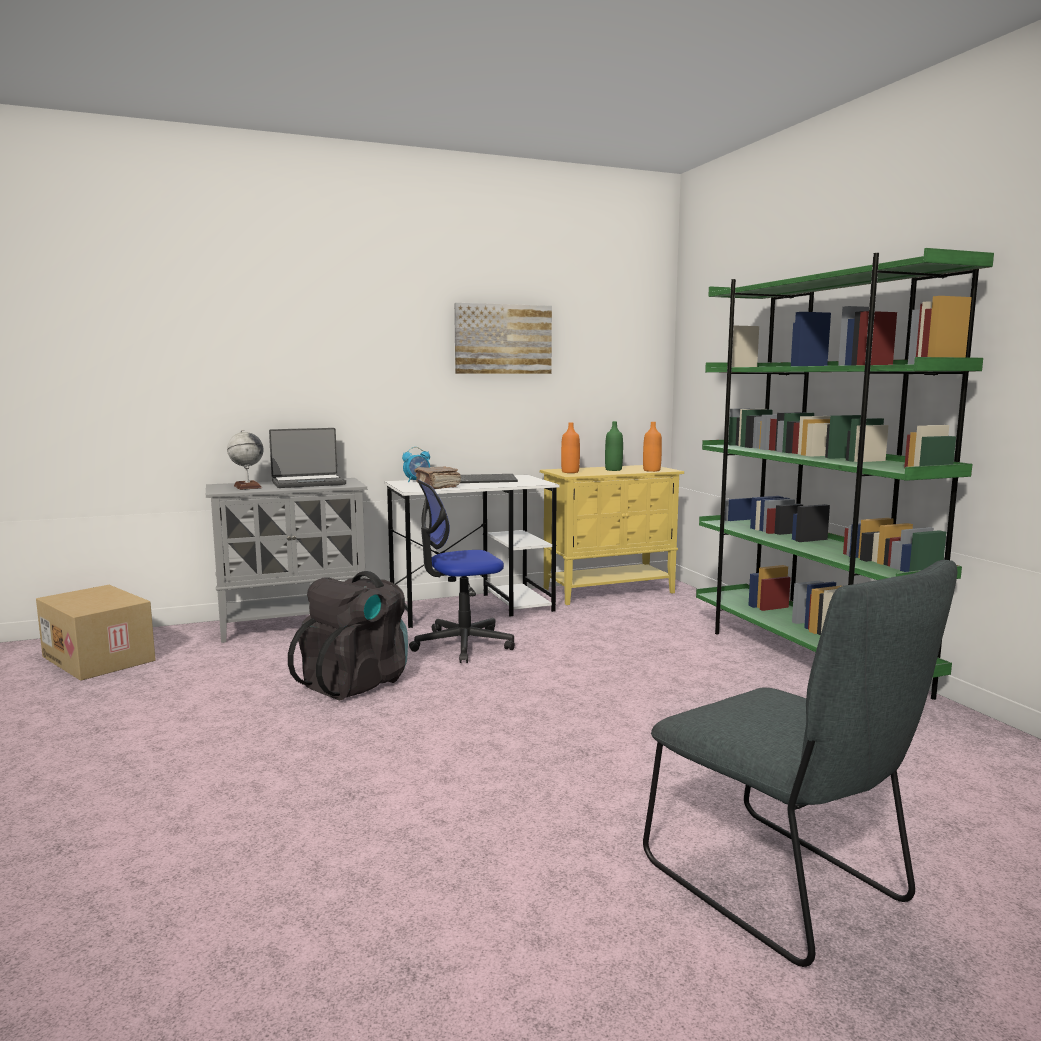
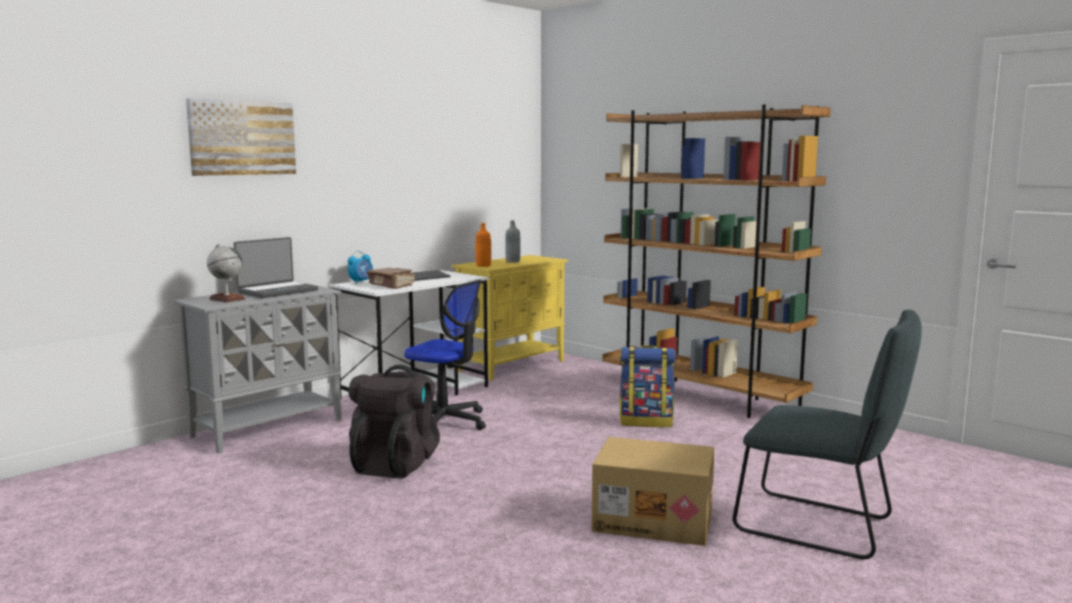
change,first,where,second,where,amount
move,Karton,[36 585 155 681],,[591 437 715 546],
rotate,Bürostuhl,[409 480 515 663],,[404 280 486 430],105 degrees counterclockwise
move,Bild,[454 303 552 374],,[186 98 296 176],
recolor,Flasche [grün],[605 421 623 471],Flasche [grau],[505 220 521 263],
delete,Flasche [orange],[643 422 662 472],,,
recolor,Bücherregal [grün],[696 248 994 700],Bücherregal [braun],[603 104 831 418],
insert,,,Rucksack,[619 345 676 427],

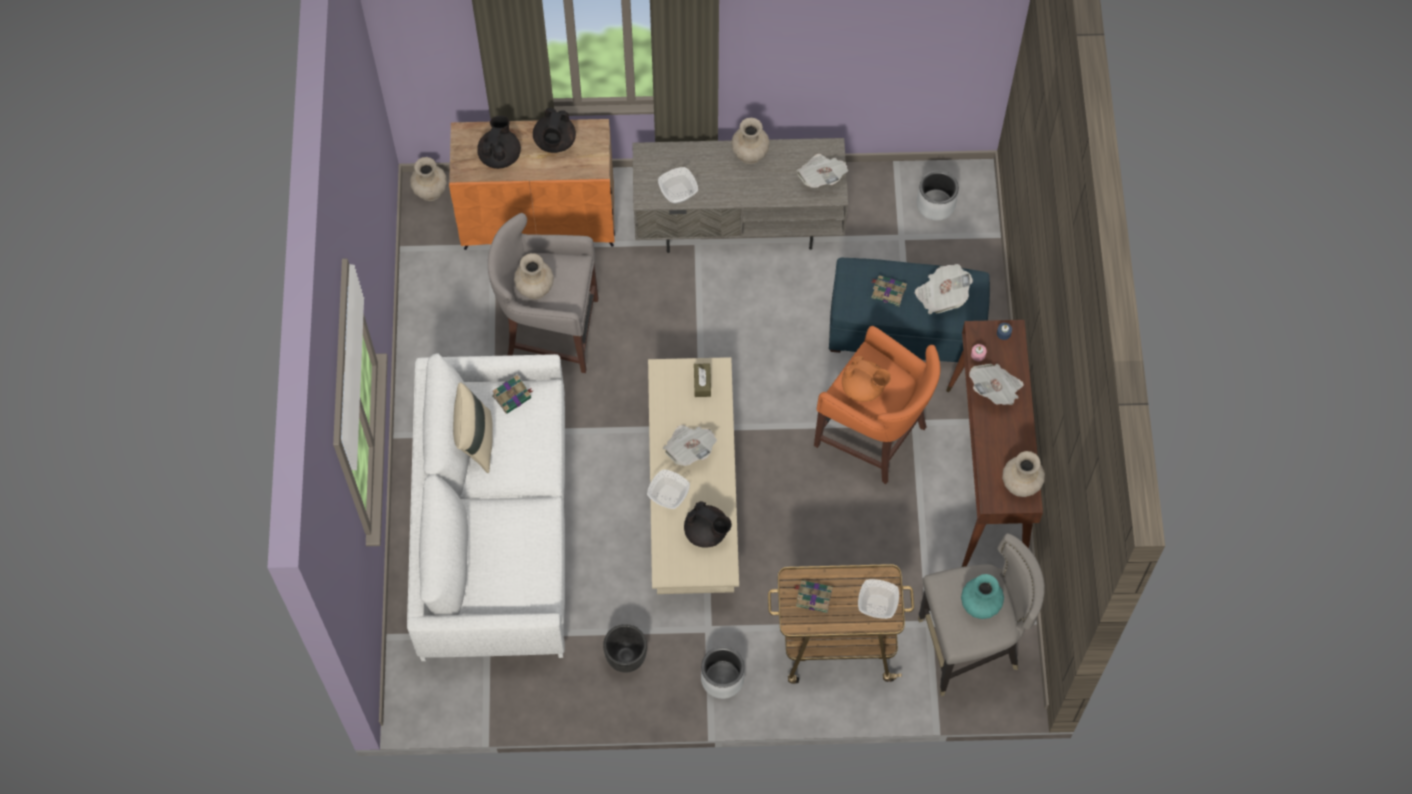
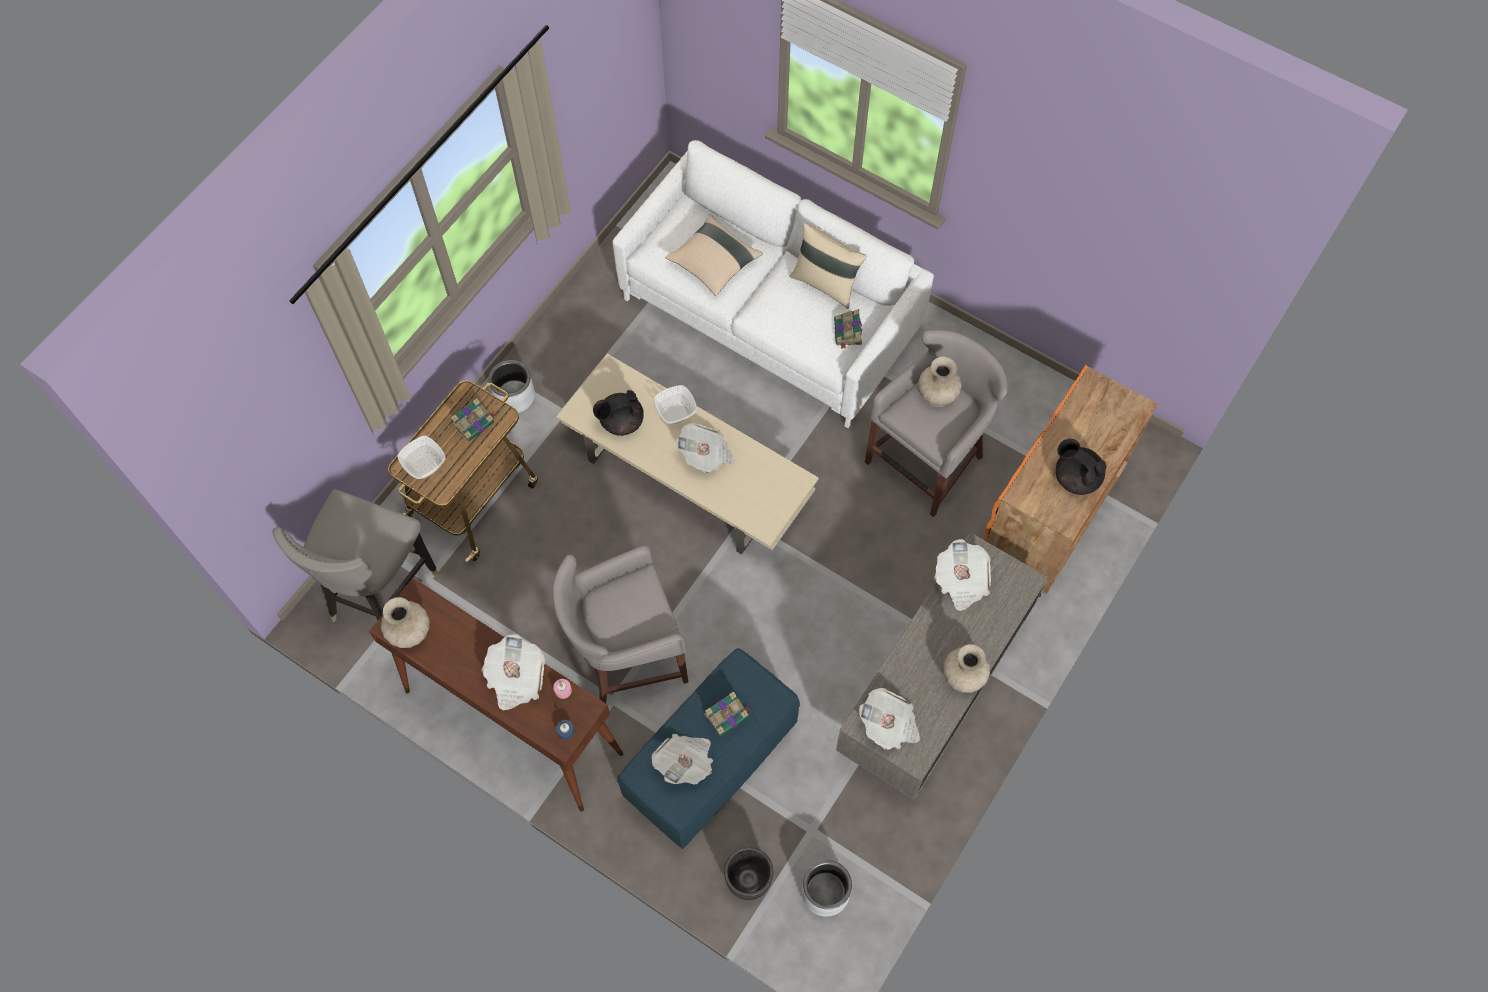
change,first,where,second,where,amount
delete,Vase [beige],[410 157 447 201],,,
delete,Teekanne [schwarz],[477 116 521 169],,,
move,Pflanzkübel [schwarz],[603 624 647 673],,[724 847 773 900],
replace,Schüssel,[658 167 698 204],Zeitung,[935 539 991 611],
delete,Taschentuchbox [braun],[694 363 711 397],,,
recolor,Hocker [orange],[814 326 940 485],Hocker [grau],[552 545 688 703],
delete,Teekanne [orange],[842 356 891 402],,,
delete,Vase [türkis],[961 574 1004 619],,,
insert,,,Kissen [beige],[665 215 763 296],

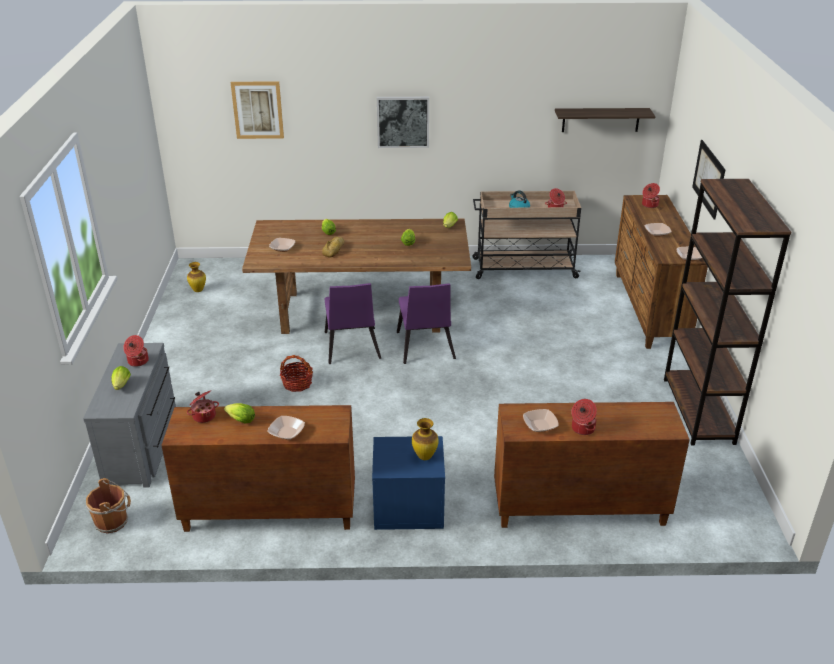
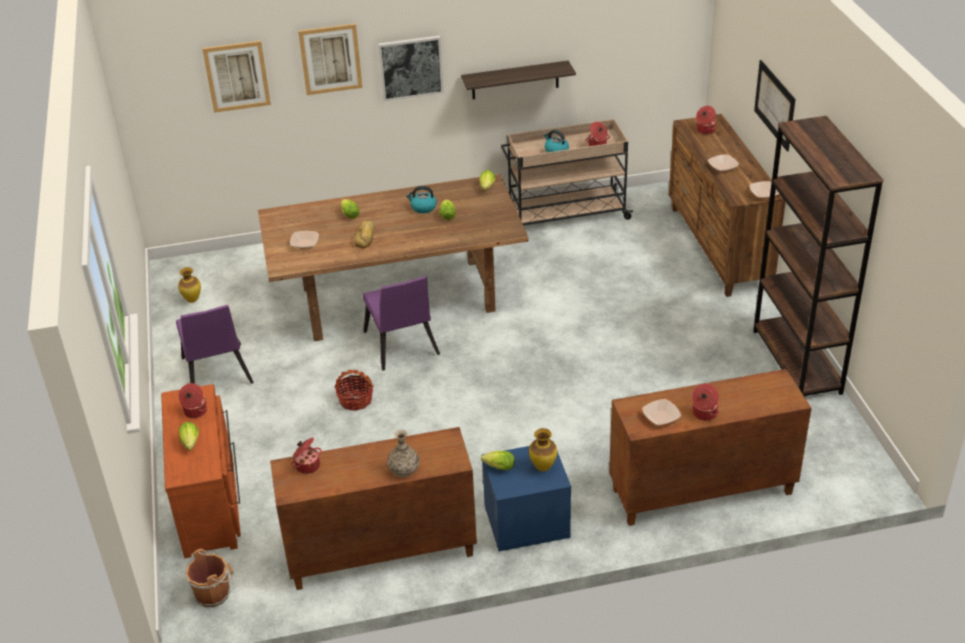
change,first,where,second,where,amount
recolor,Kommode [grau],[83 343 176 488],Kommode [braun],[161 384 241 558],
move,Salatkopf,[224 403 255 423],,[481 451 515 470],
replace,Schüssel,[267 416 305 440],Vase,[387 429 419 477],
move,Stuhl [lila],[397 283 456 364],,[176 305 254 384],
move,Wandregal,[555 108 655 132],,[461 61 576 99],
insert,,,Bild,[298 24 363 95],
insert,,,Wasserkessel,[406 186 437 213],

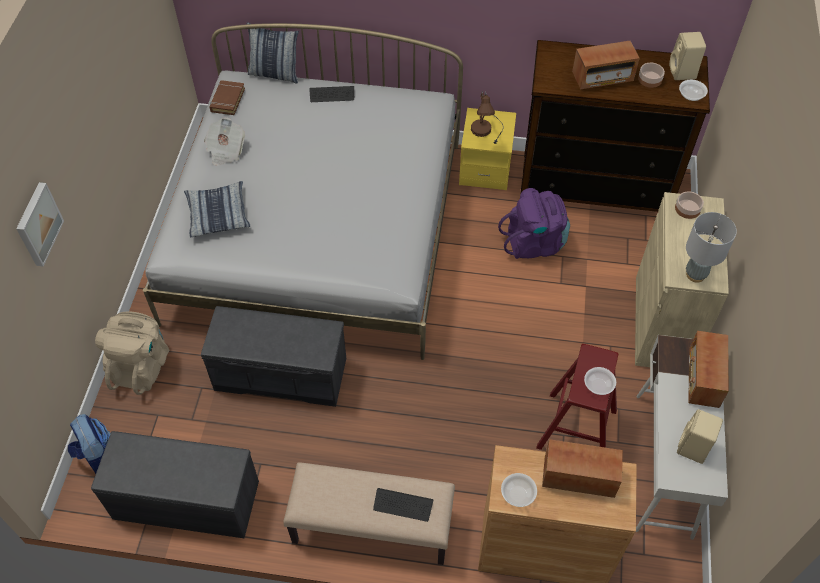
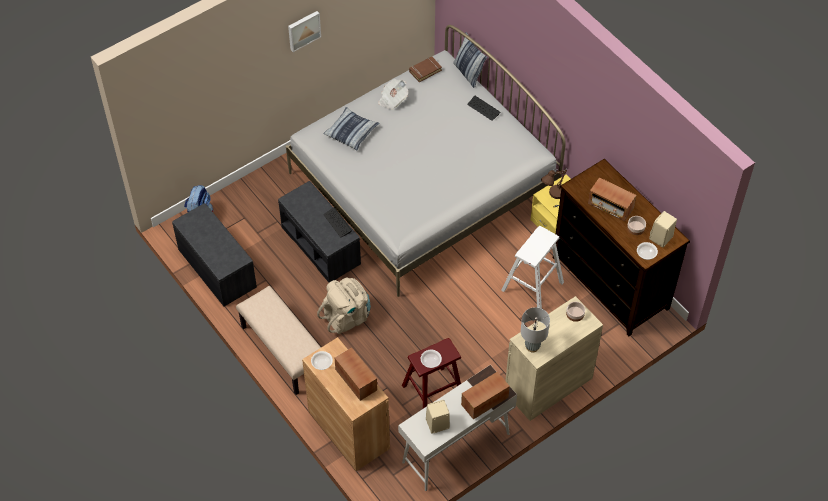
change,first,where,second,where,amount
move,Bild,[16 182 64 267],,[288 11 321 52],
move,Rucksack [beige],[95 311 170 395],,[317 277 371 334],
move,Tastatur,[373 488 433 522],,[324 207 352 237],
replace,Rucksack [lila],[498 188 570 259],Hocker [weiß],[501 226 564 309],

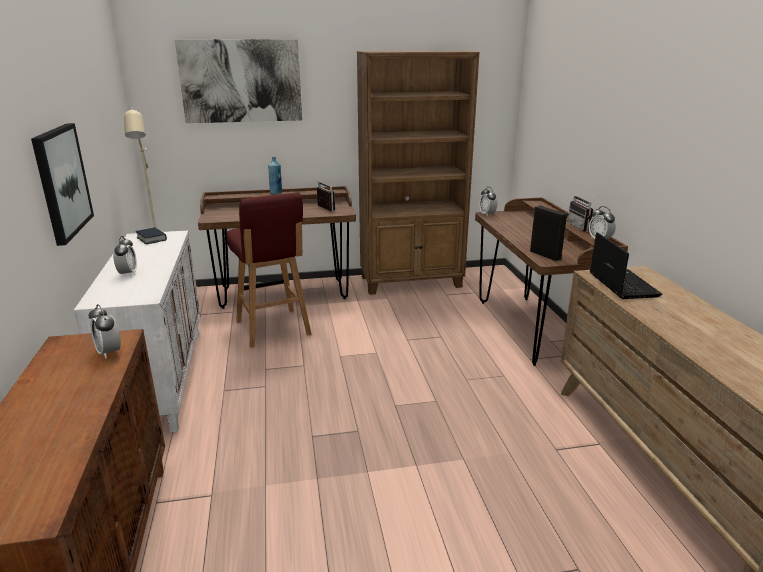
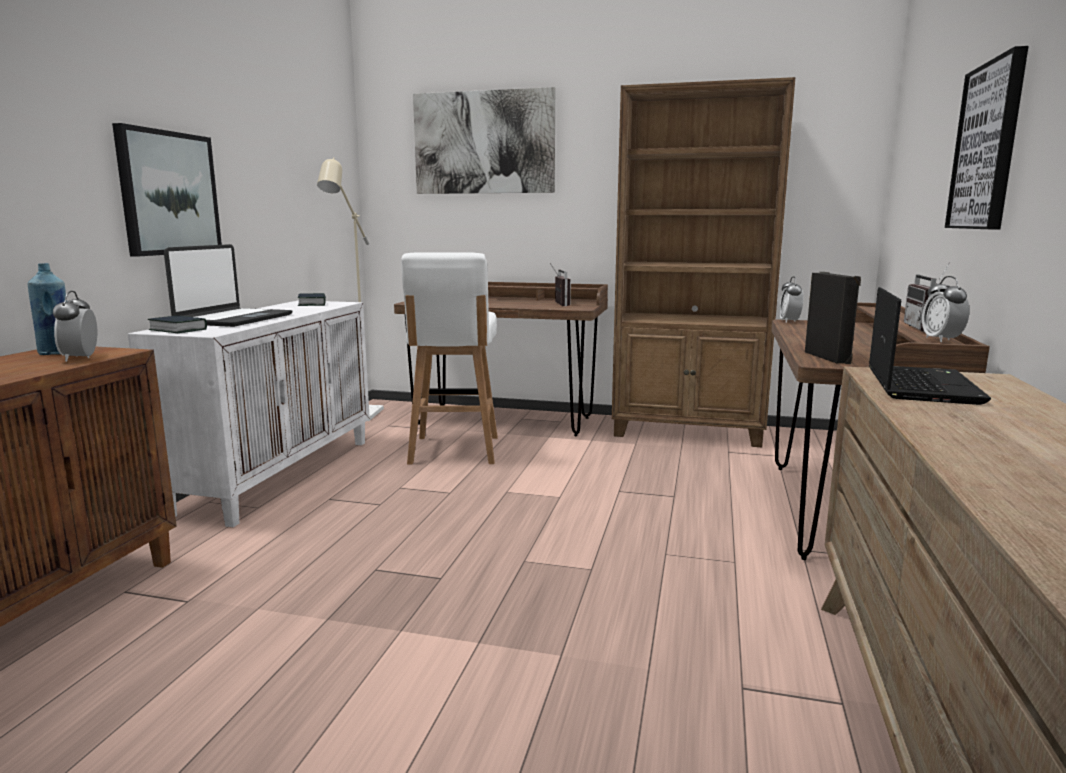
change,first,where,second,where,amount
replace,Wecker,[113 236 137 277],Laptop,[164 244 292 327],
recolor,Hocker [rot],[226 193 312 348],Hocker [weiß],[401 252 498 464],
move,Flasche [blau],[268 157 282 195],,[28 263 67 355],
insert,,,Buch,[148 315 207 333],
insert,,,Bild,[945 46 1029 229],

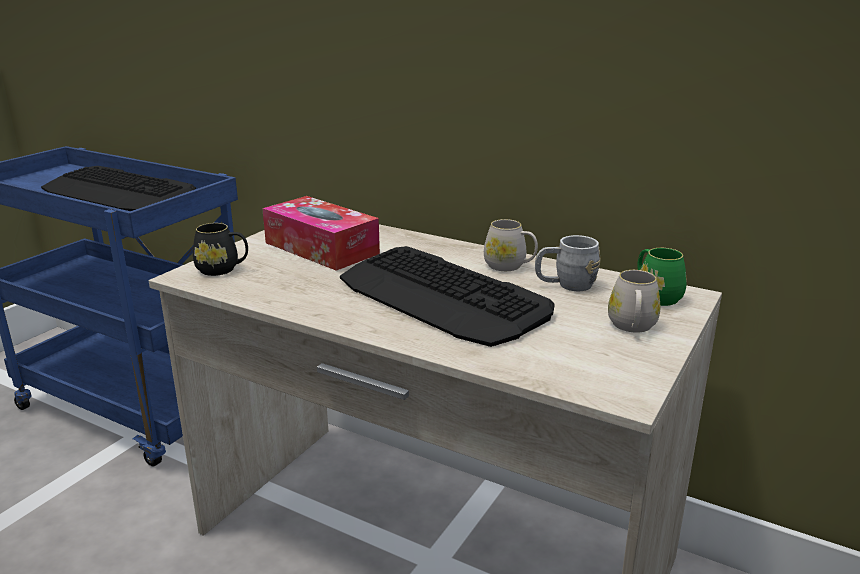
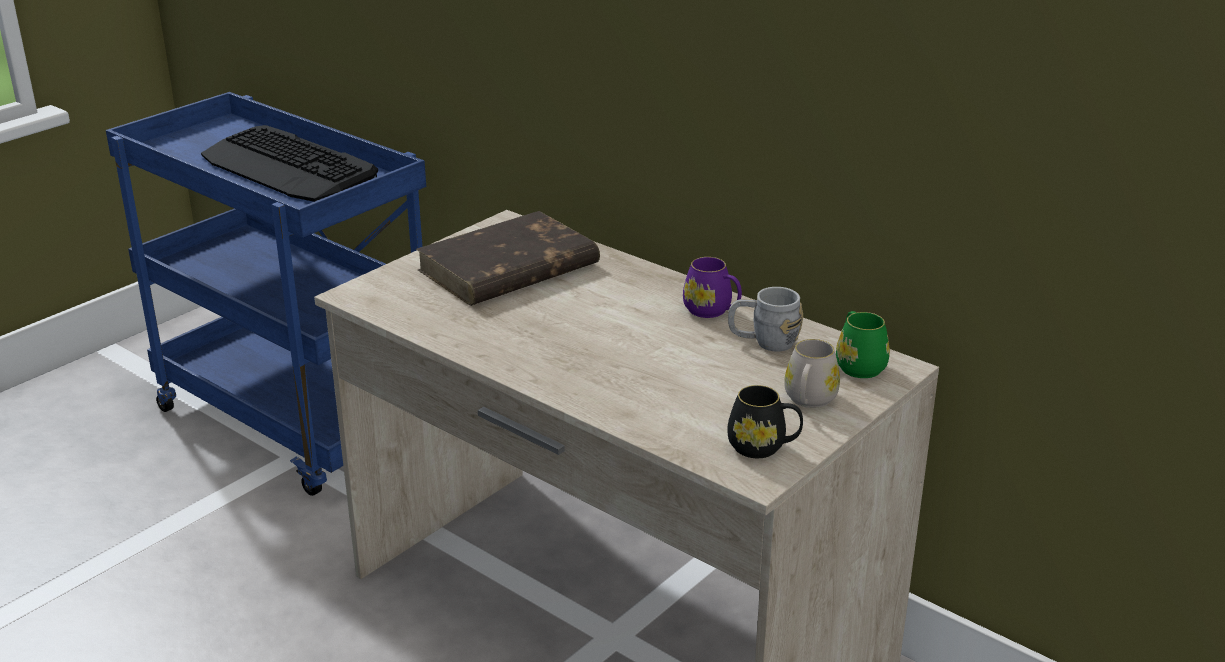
change,first,where,second,where,amount
move,Henkelbecher [schwarz],[193 223 248 276],,[727 385 803 458],
replace,Taschentuchbox,[262 196 380 271],Buch [braun],[416 211 600 306],
delete,Tastatur,[340 246 555 347],,,
recolor,Henkelbecher [weiß],[484 219 538 271],Henkelbecher [lila],[683 257 742 318],

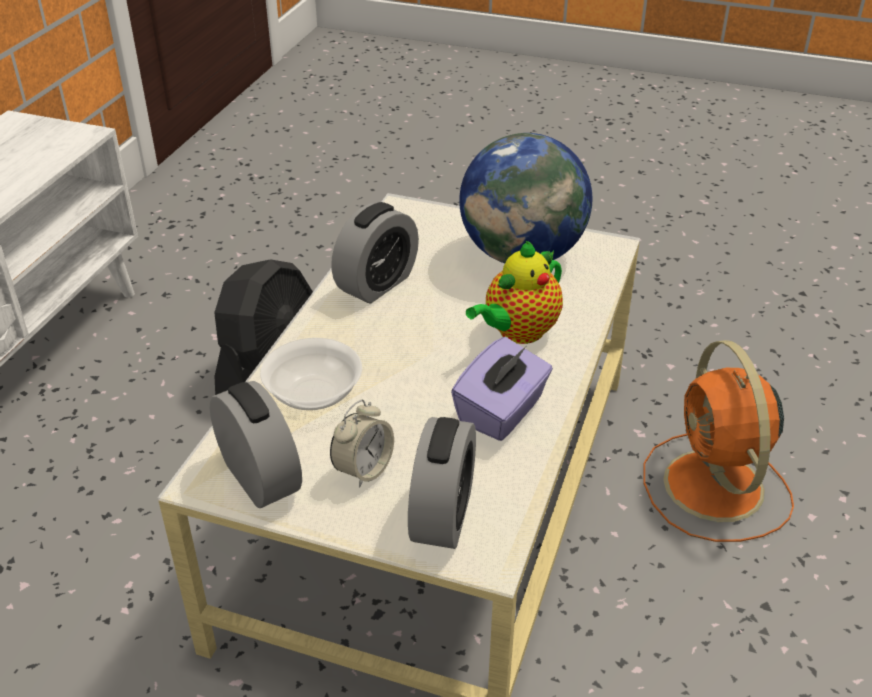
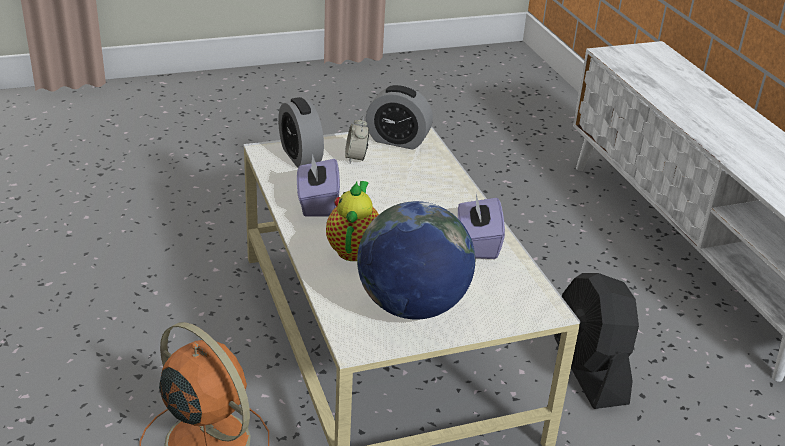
change,first,where,second,where,amount
delete,Schüssel,[260 338 362 410],,,
replace,Wecker,[331 202 419 303],Taschentuchbox [lila],[458 194 505 259],

